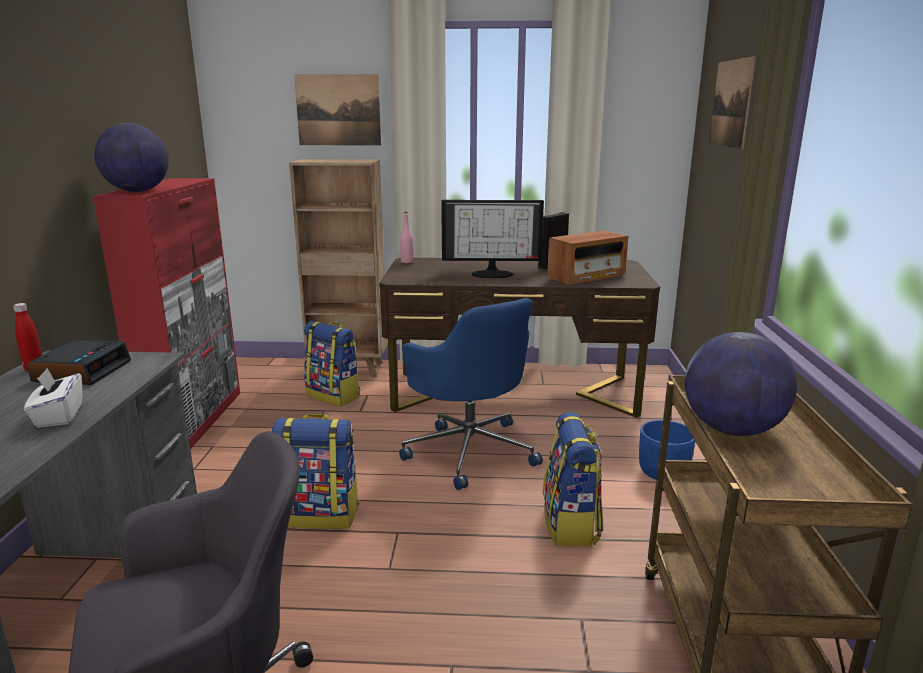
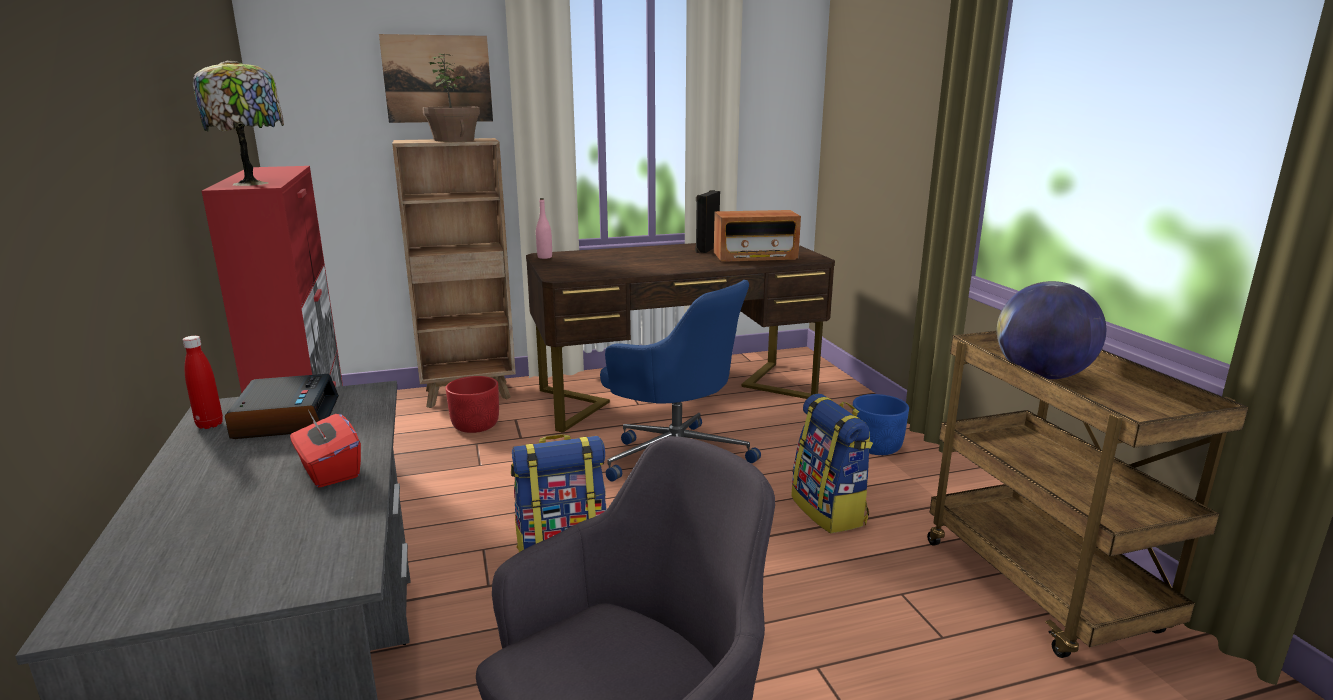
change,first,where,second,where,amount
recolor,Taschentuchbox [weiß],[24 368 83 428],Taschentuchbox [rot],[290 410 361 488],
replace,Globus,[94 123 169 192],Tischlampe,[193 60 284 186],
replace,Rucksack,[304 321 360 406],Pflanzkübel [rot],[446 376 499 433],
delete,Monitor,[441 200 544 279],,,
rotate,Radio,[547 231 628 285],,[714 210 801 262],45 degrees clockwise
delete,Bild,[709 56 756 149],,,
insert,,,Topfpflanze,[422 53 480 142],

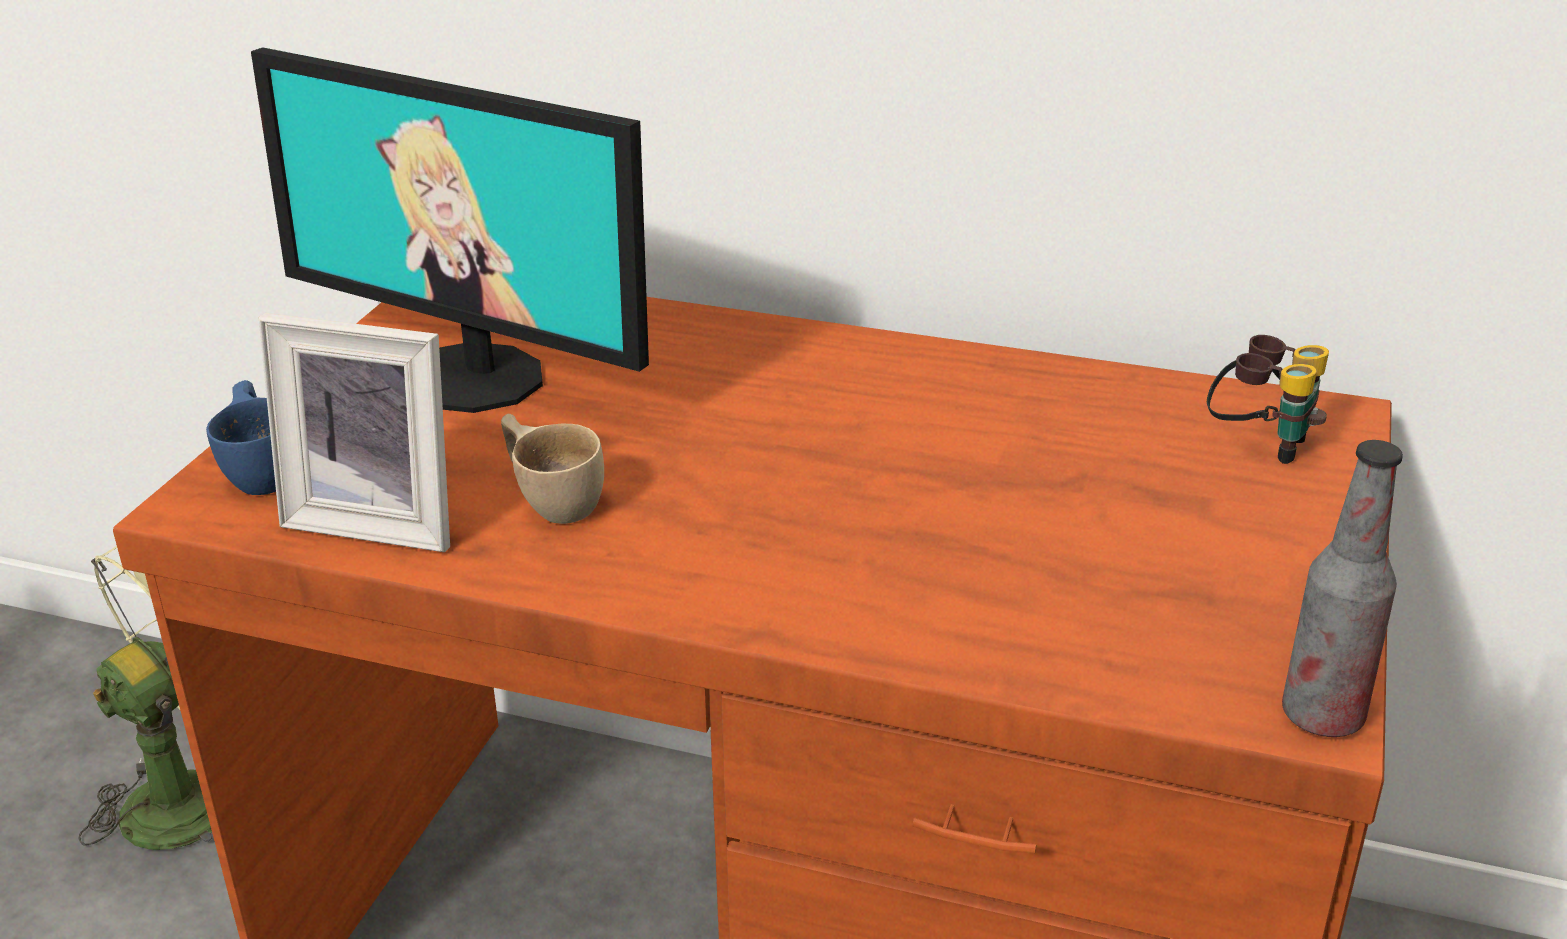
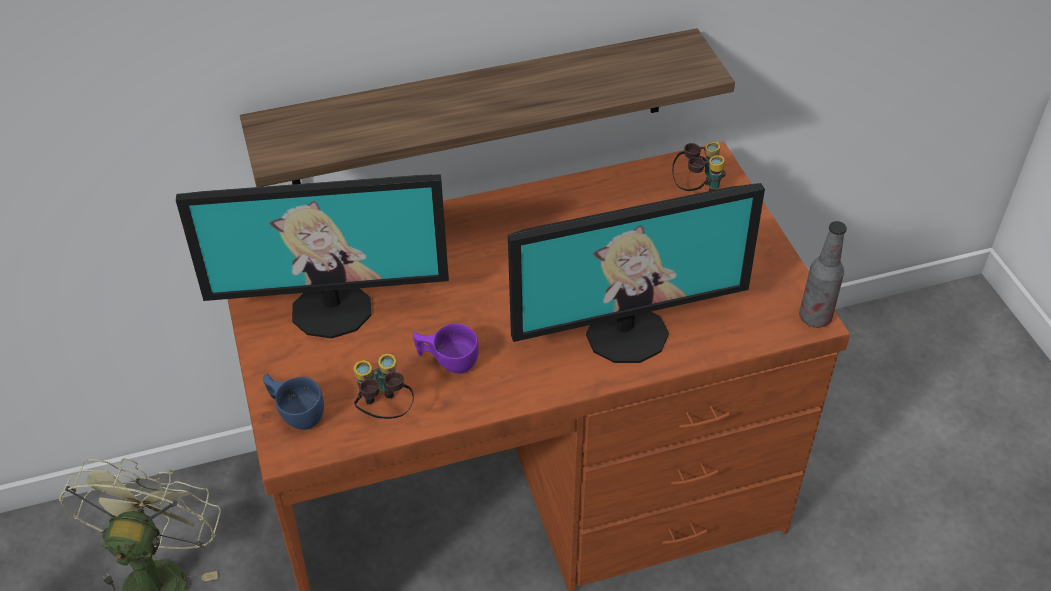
change,first,where,second,where,amount
replace,Bilderrahmen,[259 313 450 552],Fernglas,[354 354 414 419],
recolor,Tasse [beige],[501 414 604 524],Tasse [lila],[413 323 479 374],
insert,,,Wandregal,[240 28 735 187],
insert,,,Monitor,[508 183 765 363],

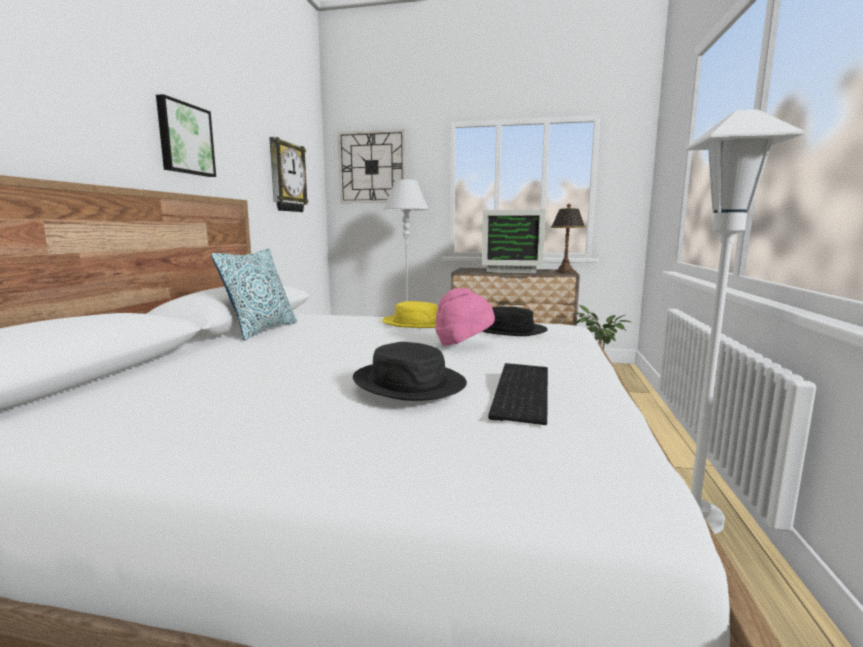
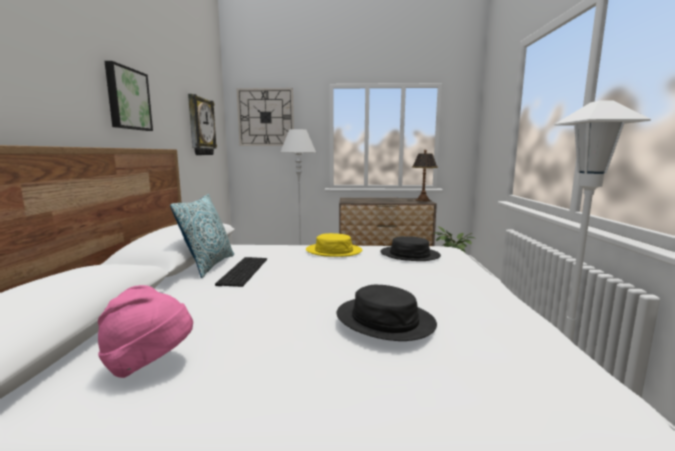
change,first,where,second,where,amount
move,Hut [rosa],[435 288 495 346],,[98 285 193 378],
delete,Monitor,[482 210 546 273],,,
move,Tastatur,[488 363 548 425],,[215 257 267 287],

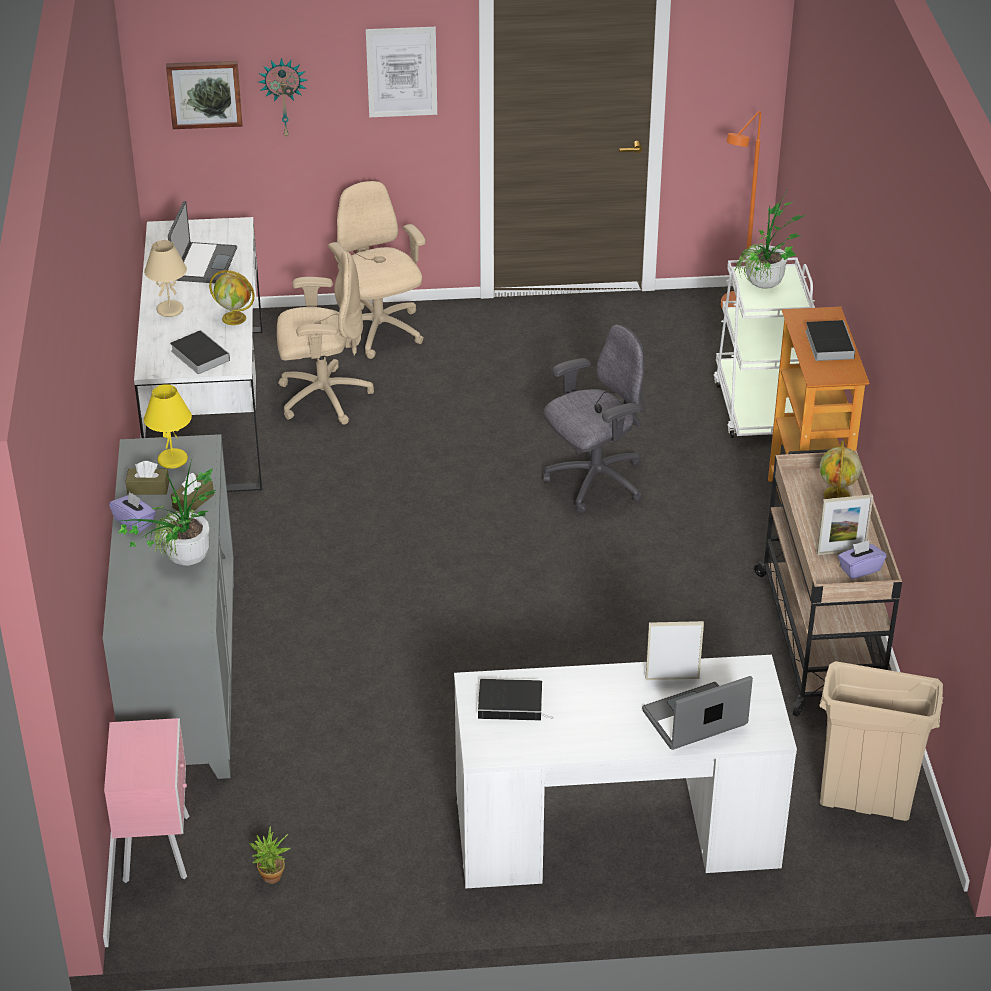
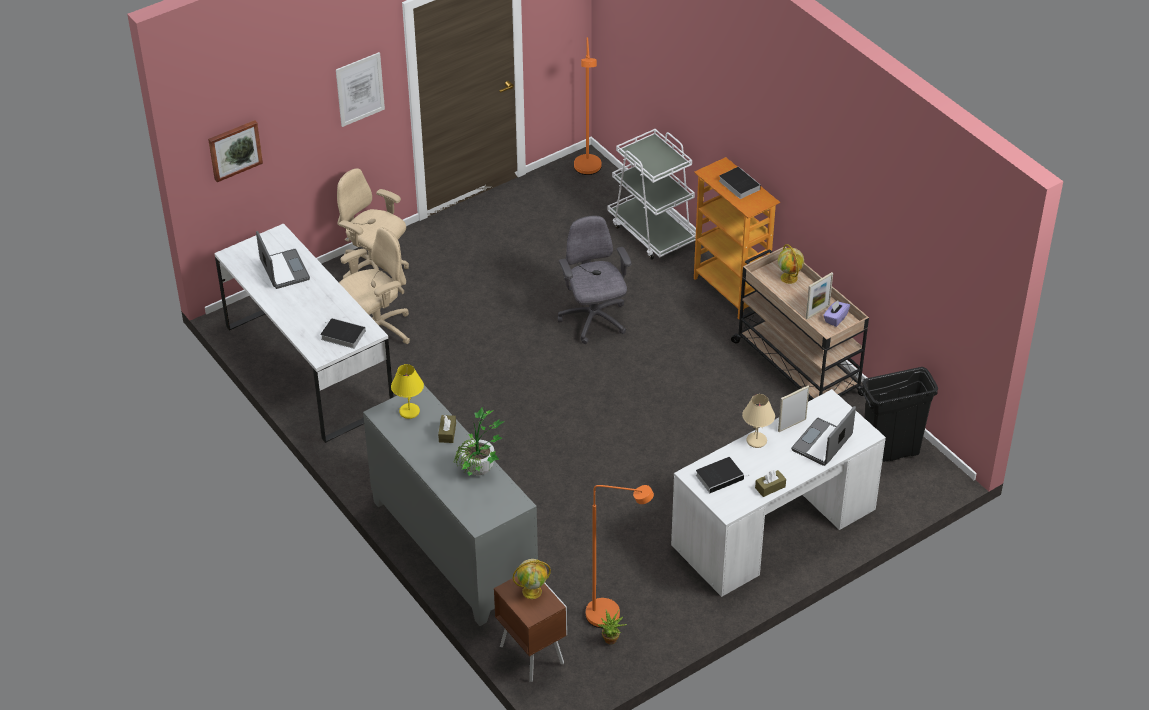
change,first,where,second,where,amount
recolor,Nachttisch [rosa],[104 718 189 883],Nachttisch [braun],[494 576 567 682],
delete,Taschentuchbox [lila],[109 491 156 533],,,
move,Taschentuchbox [braun],[125 461 169 495],,[755 470 786 497],
move,Tischlampe [beige],[144 240 187 317],,[742 394 775 448],
move,Globus,[209 270 255 325],,[513 559 551 599],
delete,Wanduhr,[258 58 307 139],,,
rotate,Bürostuhl [grau],[543 325 646 513],,[558 216 631 344],45 degrees counterclockwise
delete,Topfpflanze,[734 192 806 289],,,
recolor,Mülleimer [beige],[819 661 943 821],Mülleimer [schwarz],[861 367 938 462],
insert,,,Stehlampe [orange],[586 485 654 628],

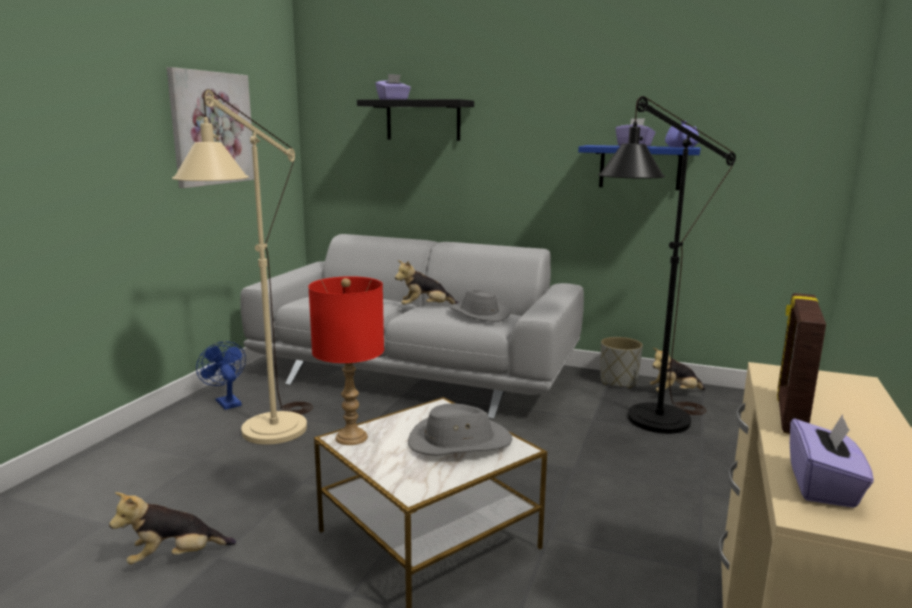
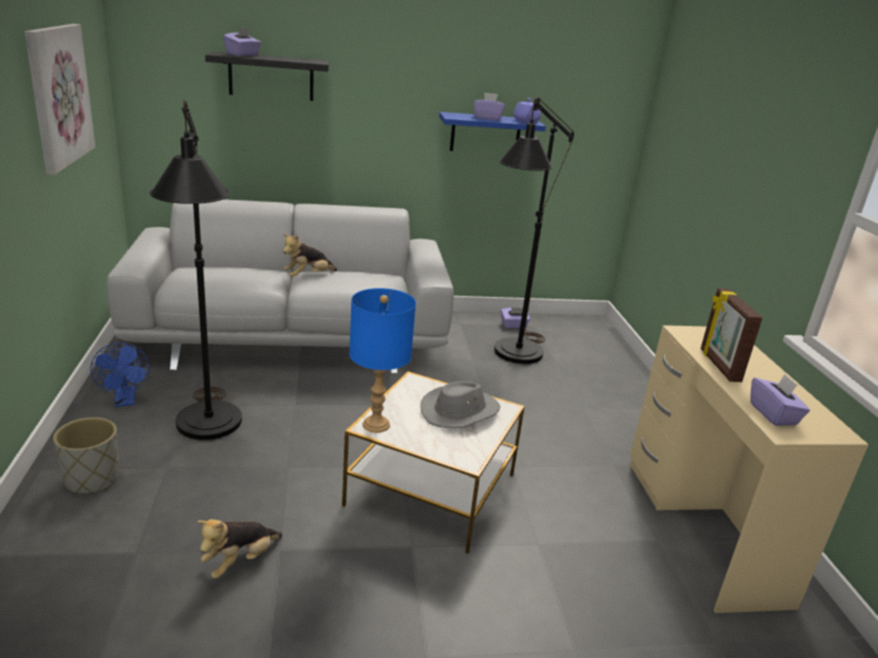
change,first,where,second,where,amount
recolor,Stehlampe [beige],[172 89 313 445],Stehlampe [schwarz],[150 100 242 440],
rotate,Ventilator [blau],[196 341 246 410],,[90 343 150 407],135 degrees counterclockwise
recolor,Tischlampe [rot],[308 276 384 445],Tischlampe [blau],[349 288 416 433],
delete,Hut [grau],[449 289 511 322],,,
move,Pflanzkübel [grau],[600 337 643 388],,[53 417 119 493],
replace,Plüschtier,[650 348 705 392],Taschentuchbox [lila],[501 307 530 328],

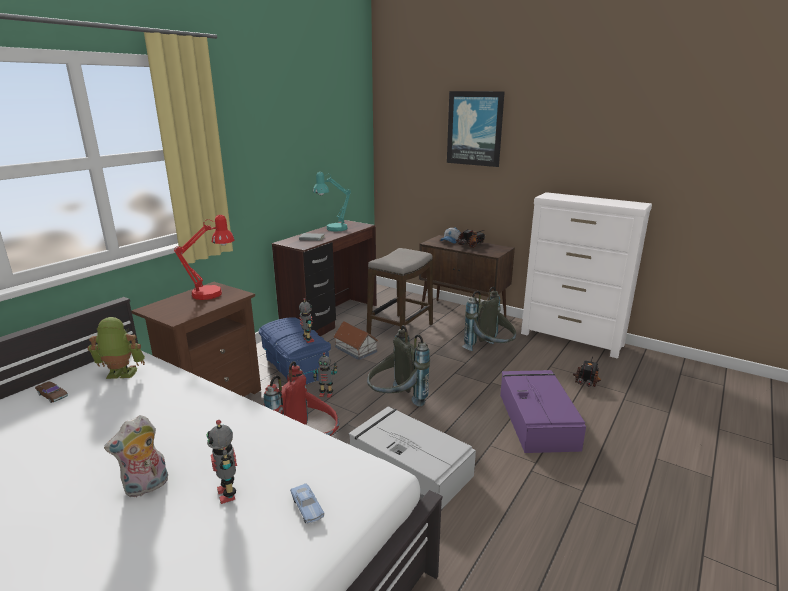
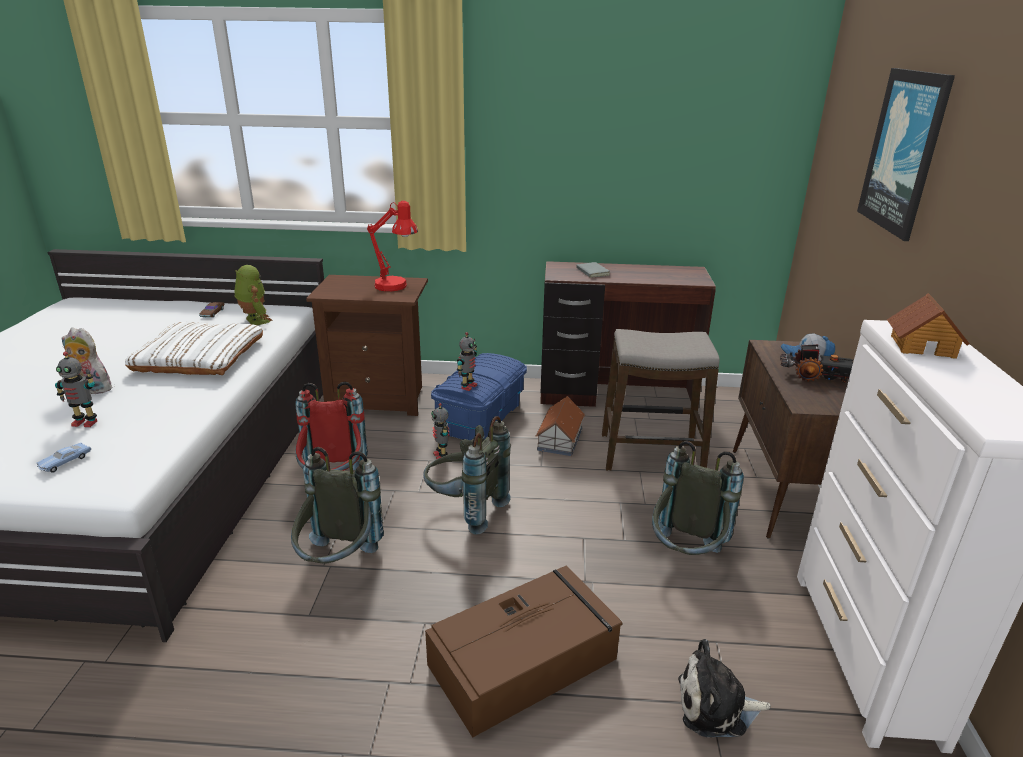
change,first,where,second,where,amount
rotate,Spielzeugroboter,[207 420 237 504],,[55 352 97 427],120 degrees counterclockwise
delete,Tischlampe [türkis],[313 172 351 231],,,
replace,Aufbewahrungsbox [grau],[349 406 476 509],Rucksack [grau],[291 447 384 564],
recolor,Aufbewahrungsbox [lila],[500 370 586 453],Aufbewahrungsbox [braun],[425 566 623 738],
replace,Spielzeuglaster,[573 357 601 387],Plüschtier,[678 639 771 737],
insert,,,Kissen [weiß],[125 322 263 375],
insert,,,Spielzeughaus,[887 293 970 359],

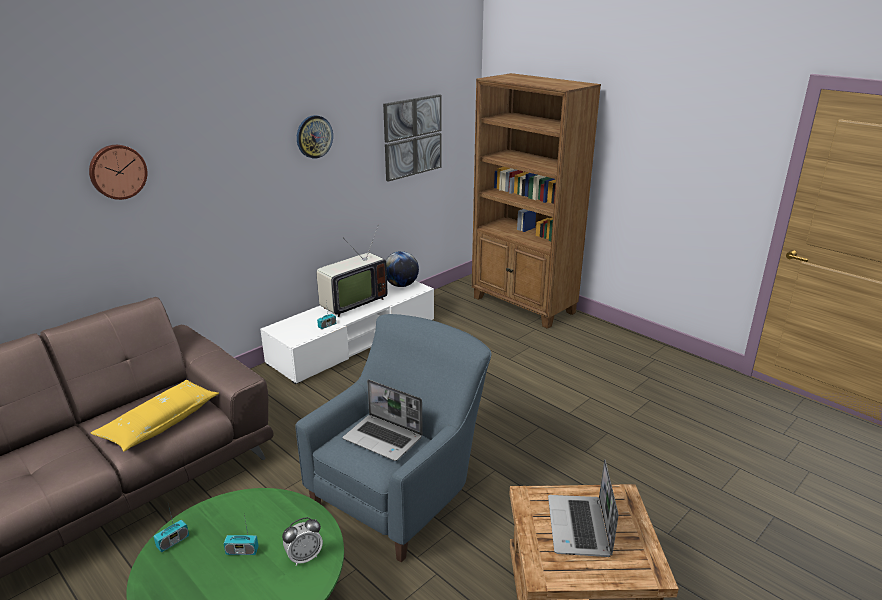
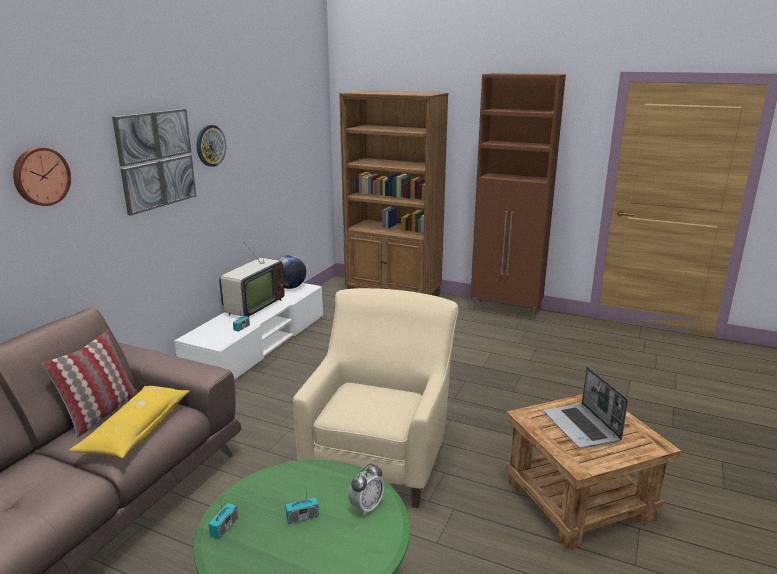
change,first,where,second,where,amount
recolor,Sessel [blau],[295 314 492 563],Sessel [beige],[293 288 458 508],
delete,Laptop,[342 379 423 461],,,
move,Bild,[383 94 441 182],,[112 109 196 216],
insert,,,Kissen,[42 330 138 437],
insert,,,Schrank [braun],[470 73 566 321],

